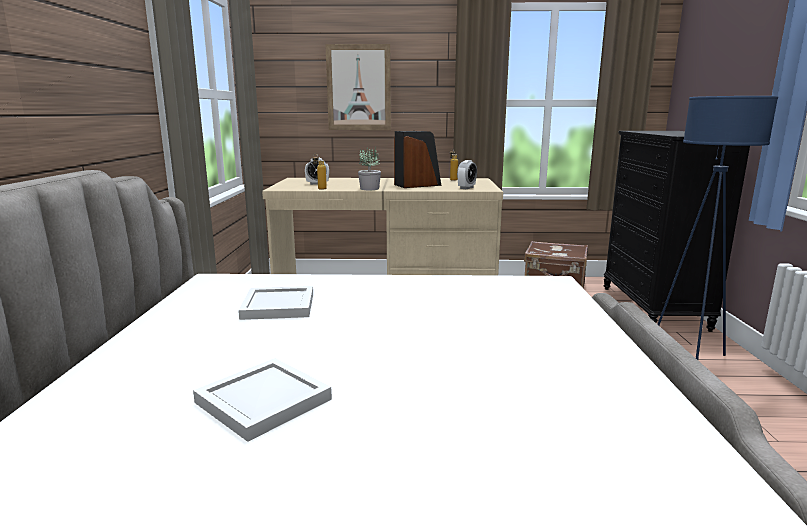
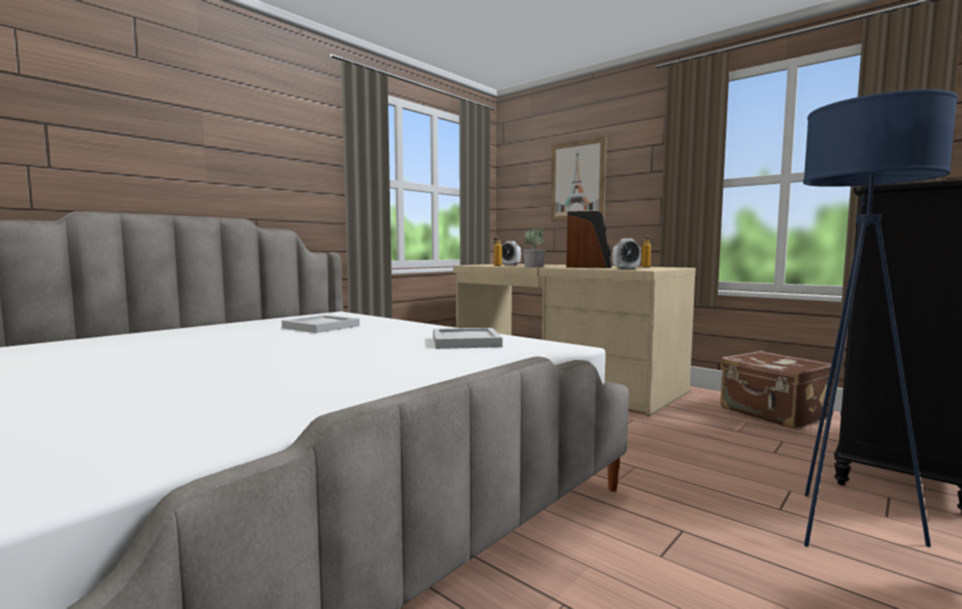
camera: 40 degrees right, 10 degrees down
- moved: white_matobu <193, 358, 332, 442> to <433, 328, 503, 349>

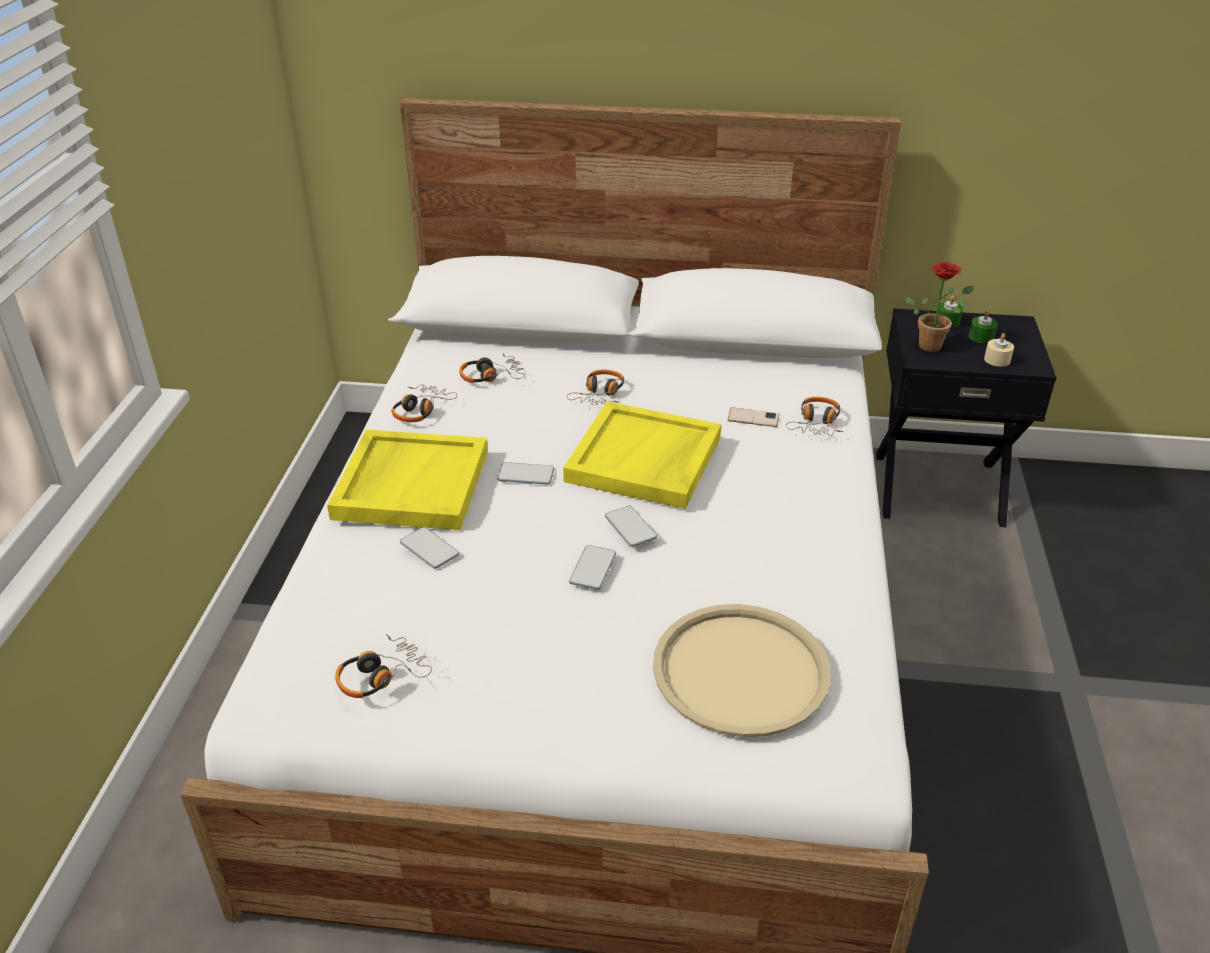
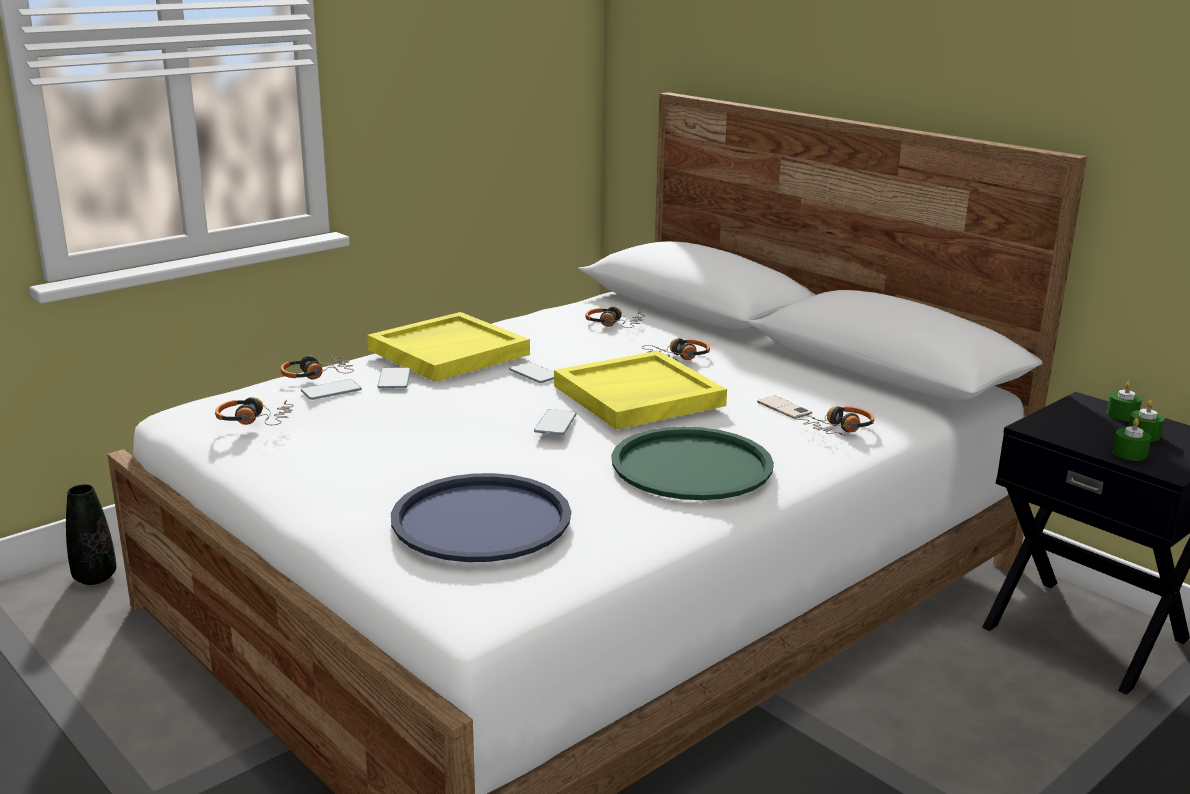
camera: 40 degrees right, 15 degrees down
- added: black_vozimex <66, 484, 116, 585>
- moved: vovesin <391, 385, 457, 422> to <280, 355, 354, 379>
- moved: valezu <569, 545, 616, 590> to <301, 379, 362, 400>
- recoloured: beige_matobu <653, 604, 831, 737> to blue_matobu <391, 473, 571, 562>
- added: green_matobu <611, 427, 774, 500>
- recoloured: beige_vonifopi <984, 333, 1014, 367> to green_vonifopi <1112, 418, 1151, 461>
- removed: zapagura <904, 262, 974, 352>

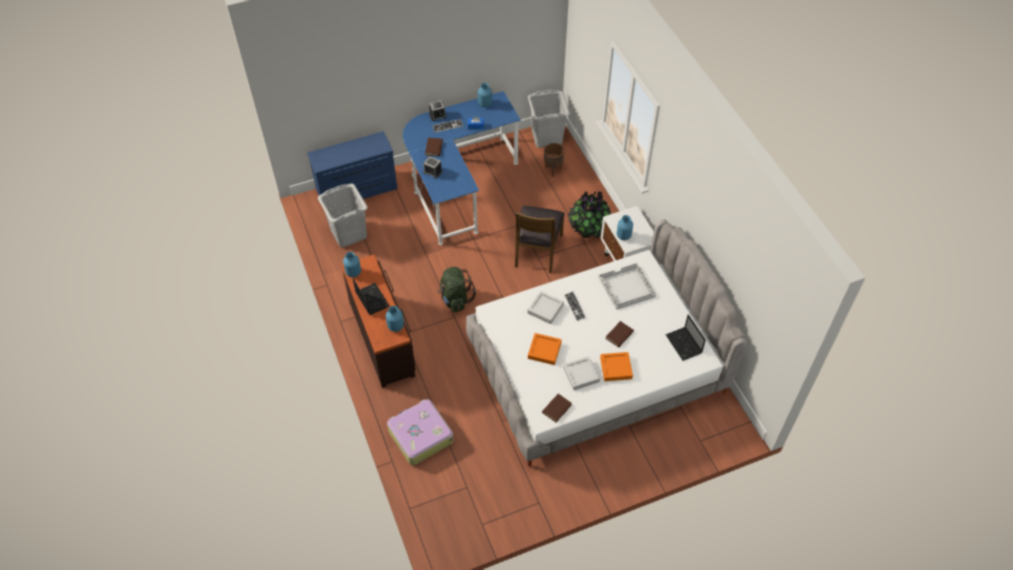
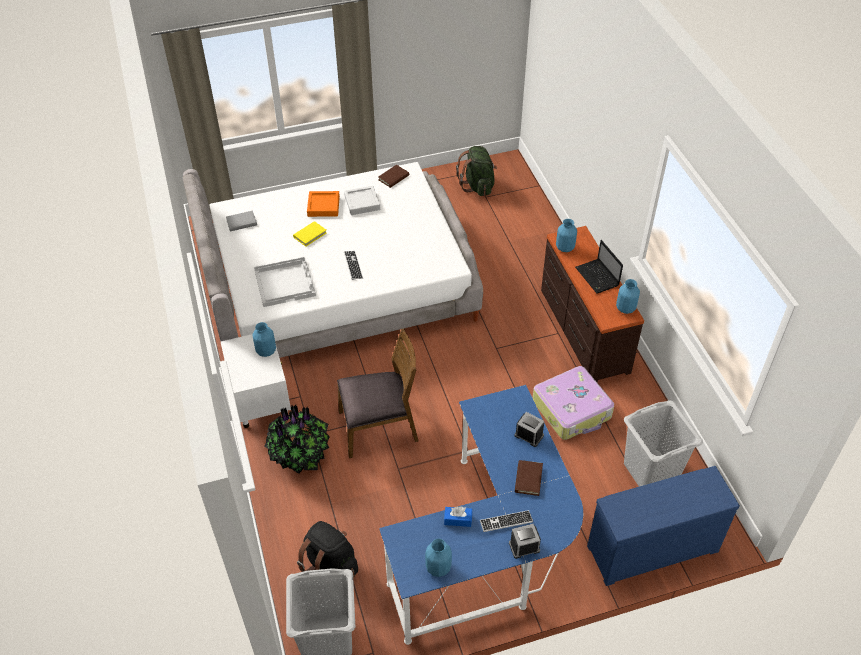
camera: 175 degrees left, 5 degrees down
- replaced: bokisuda <666, 314, 706, 361> to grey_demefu <226, 211, 257, 232>
- recoloured: brown_demefu <606, 321, 634, 347> to yellow_demefu <293, 221, 327, 247>
- replaced: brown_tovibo <544, 143, 565, 177> to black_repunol <297, 521, 358, 578>
- turned: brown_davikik <515, 206, 565, 273> = <337, 329, 419, 458> 60 degrees clockwise
- moved: green_repunol <438, 267, 476, 312> to <456, 146, 497, 196>
- moved: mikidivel <387, 399, 454, 465> to <533, 366, 614, 440>
- removed: grey_matobu <527, 291, 564, 324>
- removed: orange_matobu <528, 333, 562, 365>

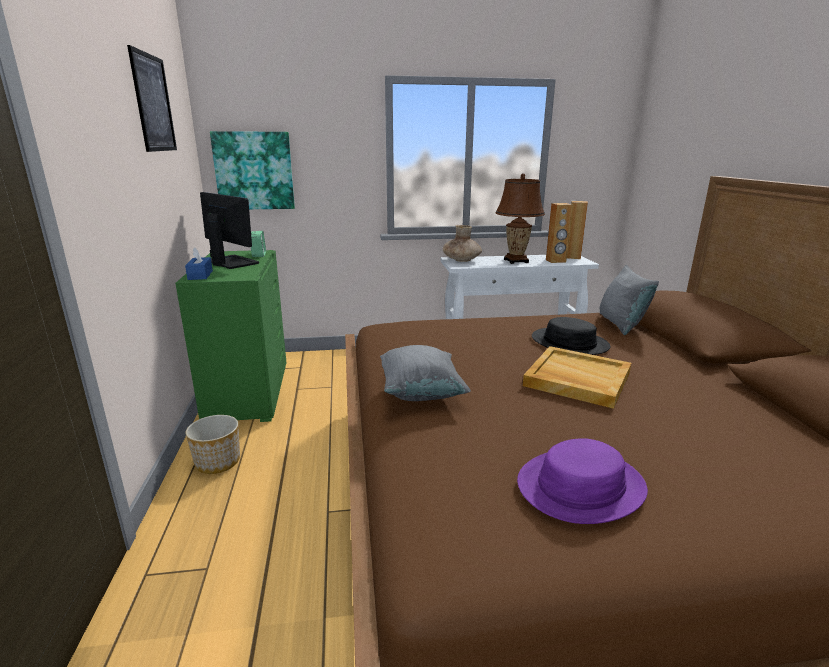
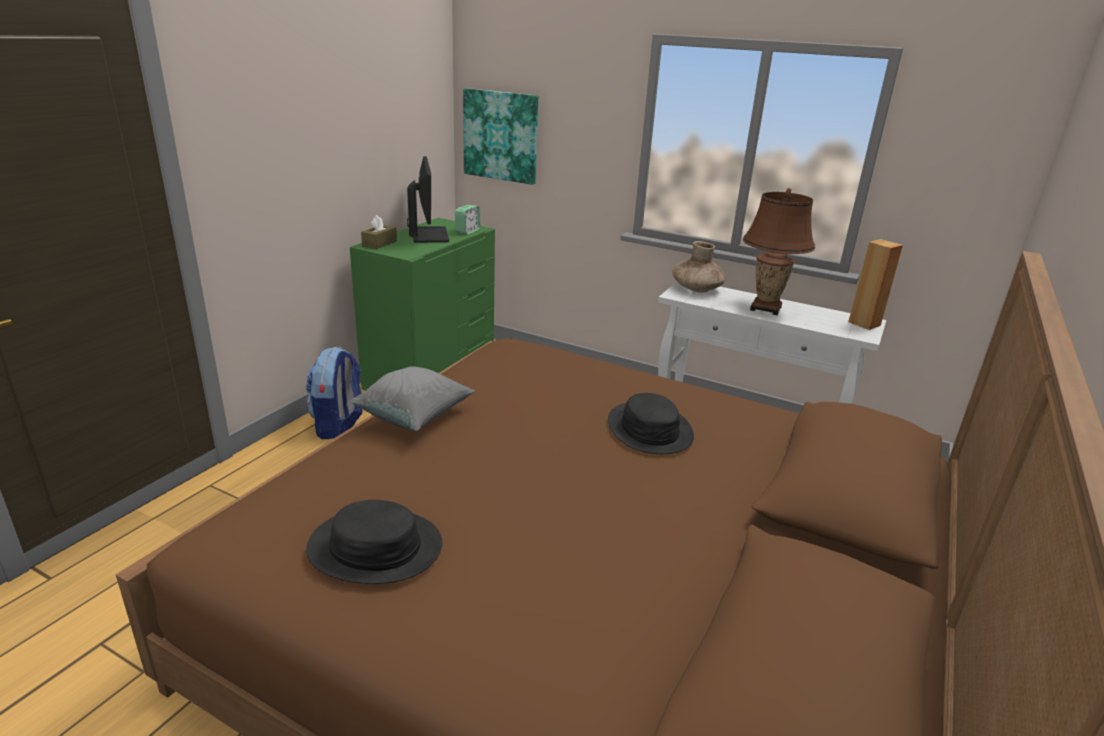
camera: 35 degrees right, 5 degrees up
- replaced: tovibo <186, 415, 240, 474> to repunol <306, 347, 363, 439>
- recoloured: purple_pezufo <517, 438, 648, 524> to black_pezufo <306, 500, 442, 584>
- recoloured: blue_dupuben <185, 247, 213, 280> to brown_dupuben <361, 215, 397, 249>
- removed: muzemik <127, 45, 177, 152>
- removed: beige_matobu <523, 346, 631, 409>
- removed: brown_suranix <546, 203, 573, 263>
- removed: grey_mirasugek <600, 265, 659, 335>

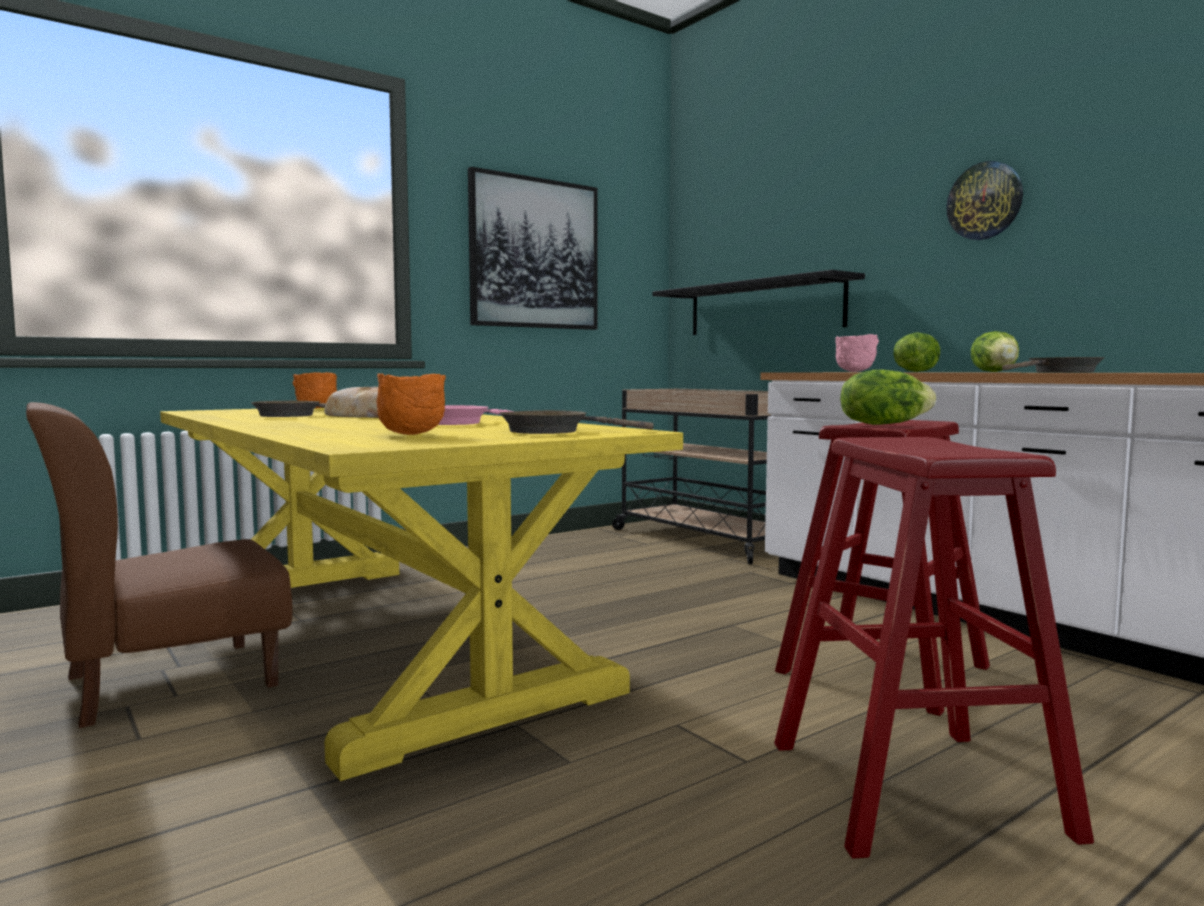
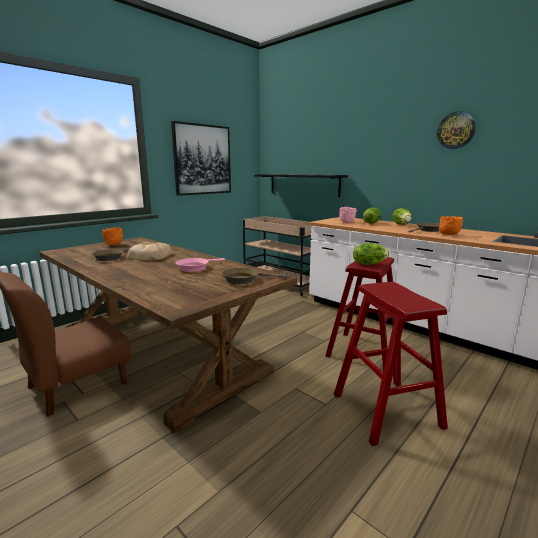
camera: 10 degrees left, 10 degrees up
- recoloured: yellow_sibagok <160, 407, 683, 781> to brown_sibagok <39, 237, 297, 433>
- moved: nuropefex <946, 161, 1023, 240> to <437, 111, 476, 149>
- moved: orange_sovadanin <377, 373, 446, 435> to <439, 216, 463, 235>

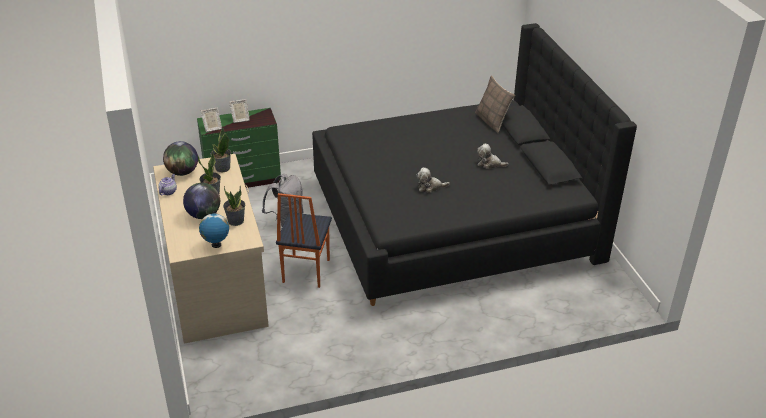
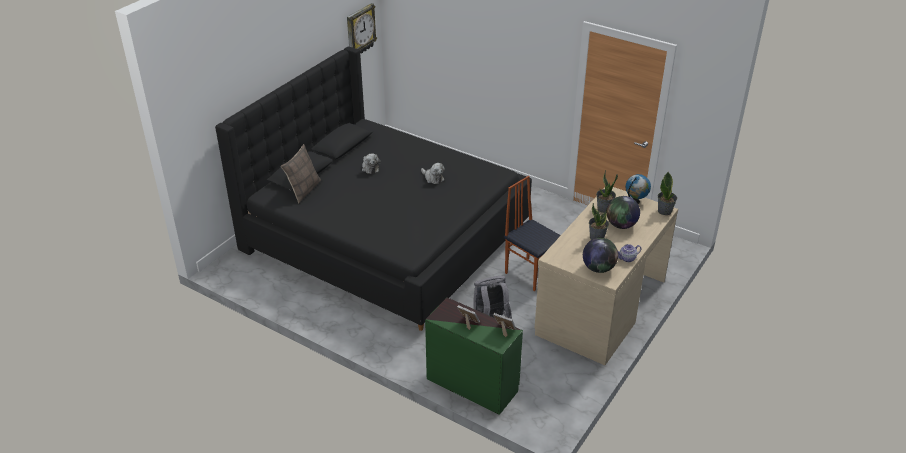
camera: 130 degrees left, 0 degrees up
- added: nuropefex <347, 3, 377, 53>
- turned: davikik <276, 193, 332, 288> = <504, 176, 561, 291> 105 degrees counterclockwise
- moved: zapagura <210, 128, 231, 172> to <658, 172, 677, 215>

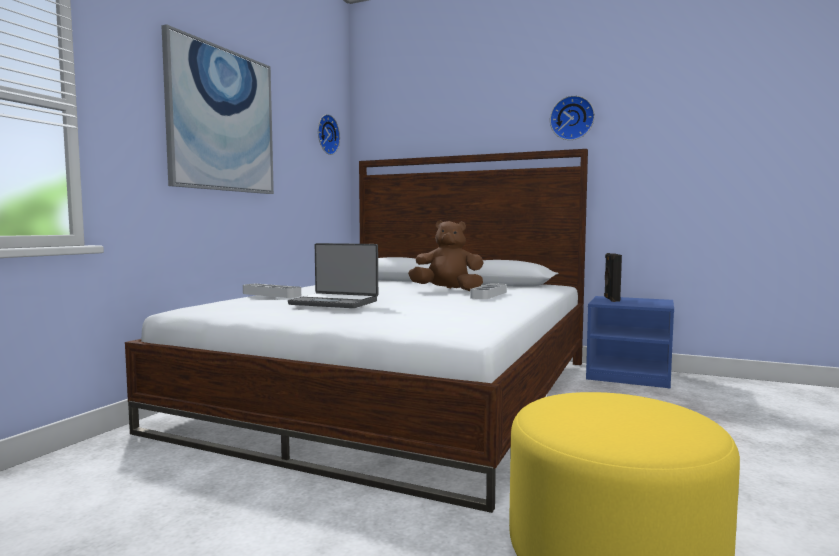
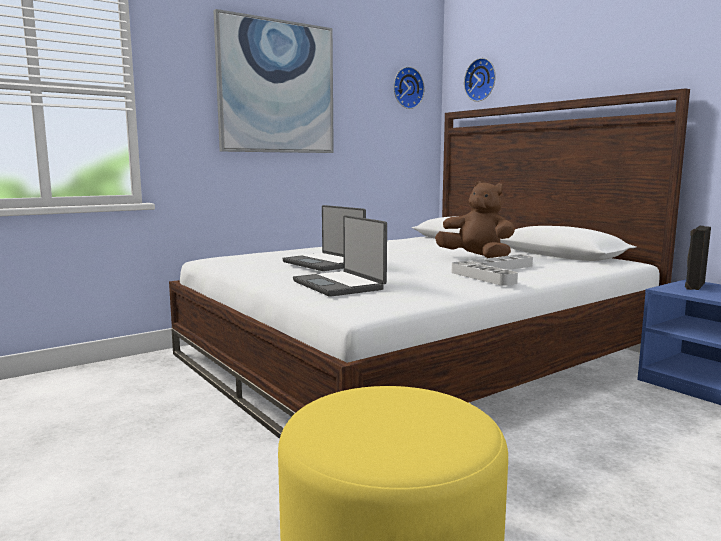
camera: 30 degrees right, 5 degrees up
- added: bokisuda <293, 215, 387, 297>
- moved: grey_matobu <243, 284, 301, 298> to <452, 261, 518, 286>
- moved: nuropefex <550, 95, 595, 140> to <464, 58, 496, 102>

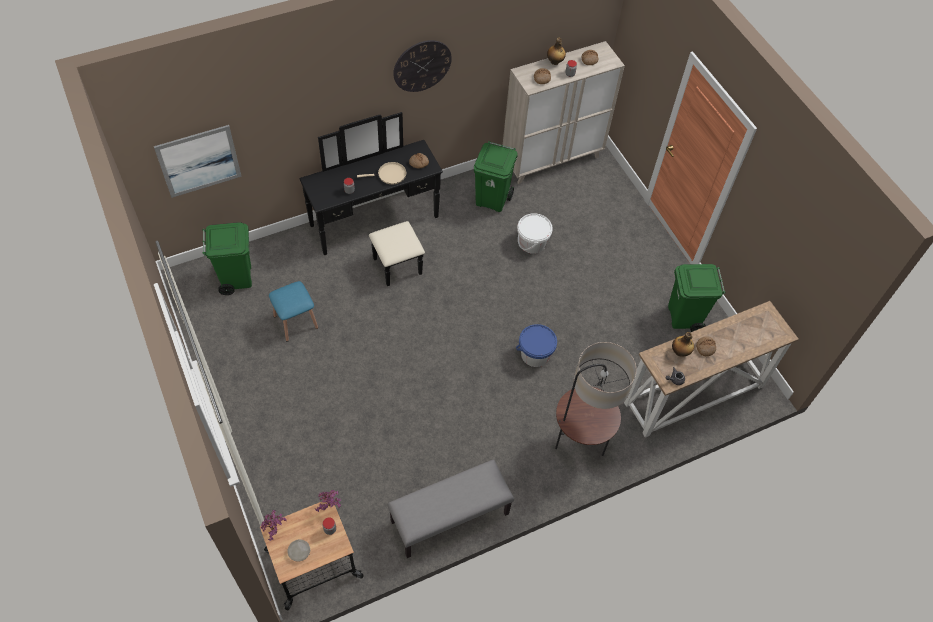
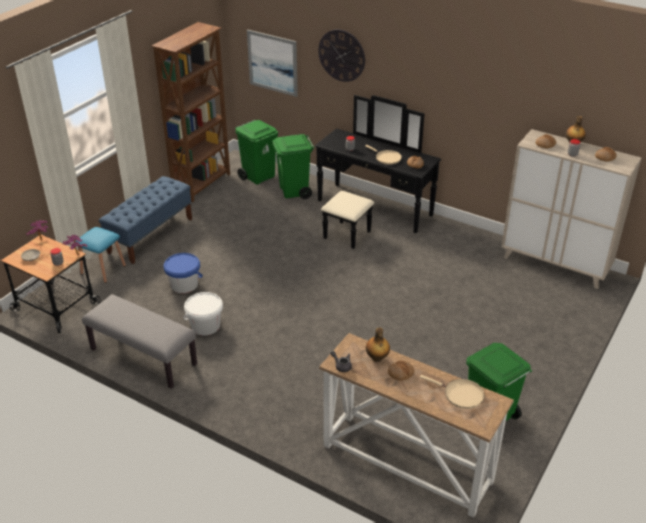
camera: 60 degrees right, 20 degrees down
- moved: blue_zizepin <269, 281, 318, 342> to <75, 227, 126, 283>
- added: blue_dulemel <99, 176, 192, 264>
- added: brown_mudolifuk <152, 22, 230, 202>
- moved: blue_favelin <516, 324, 557, 367> to <164, 253, 203, 293>
- moved: white_favelin <517, 213, 553, 254> to <183, 292, 223, 336>
- moved: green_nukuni <474, 141, 518, 212> to <272, 134, 314, 199>
- moved: nuropefex <393, 40, 452, 92> to <318, 29, 365, 82>
- added: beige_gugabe <420, 375, 485, 409>
- removed: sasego <555, 342, 637, 456>

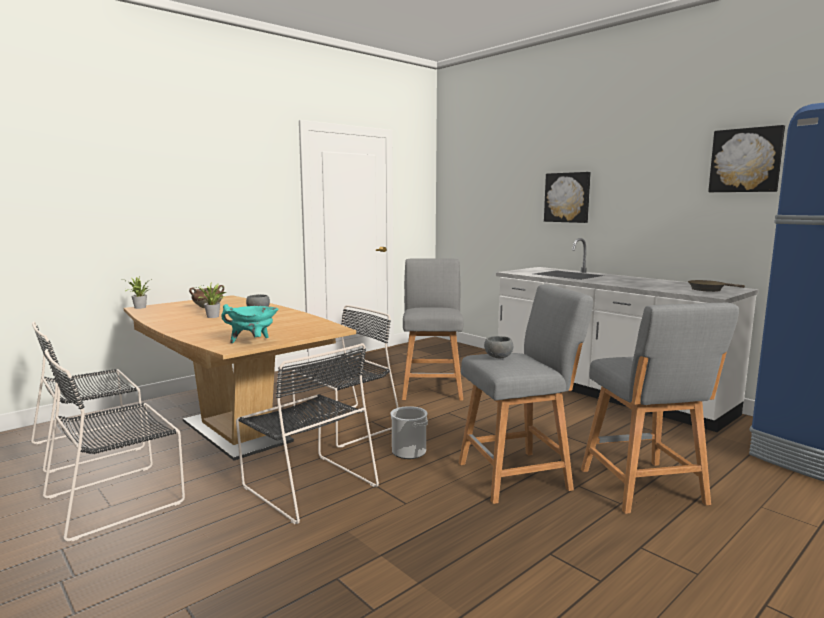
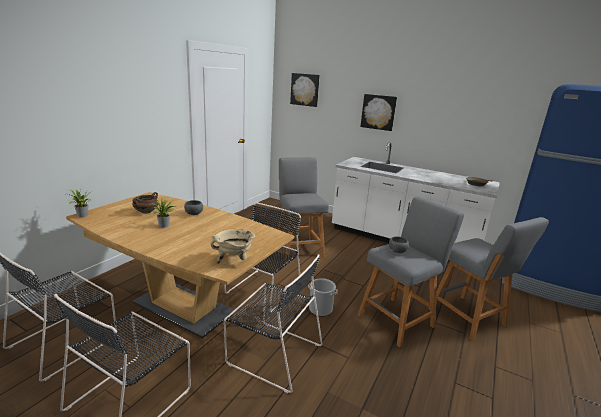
camera: 20 degrees left, 10 degrees up
- recoloured: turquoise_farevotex <221, 304, 278, 343> to beige_farevotex <210, 229, 255, 264>
- moved: muzemik <708, 125, 785, 192> to <290, 73, 320, 107>

